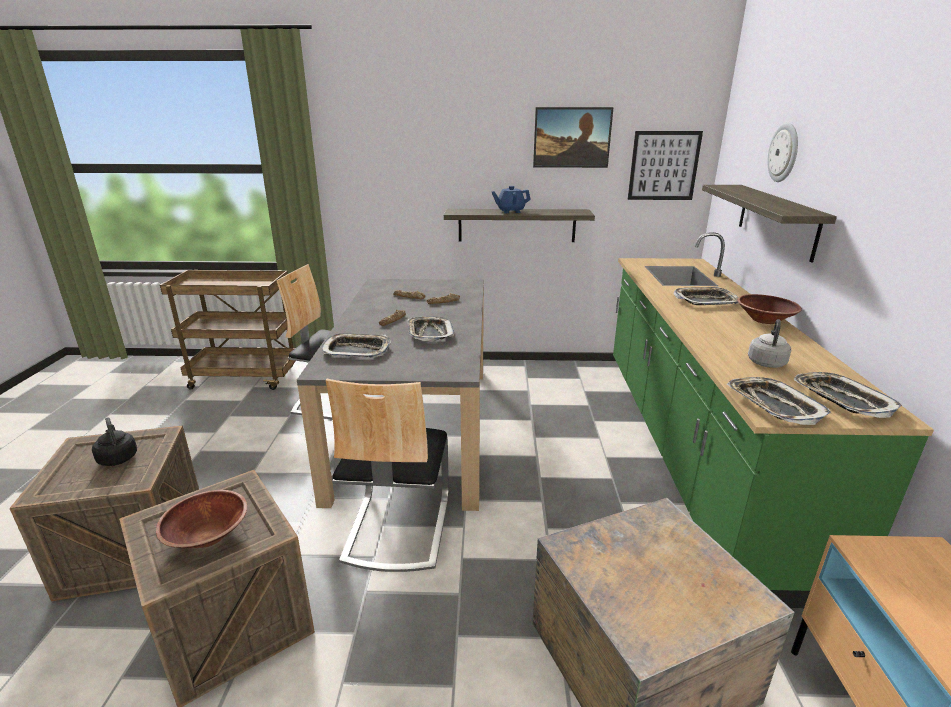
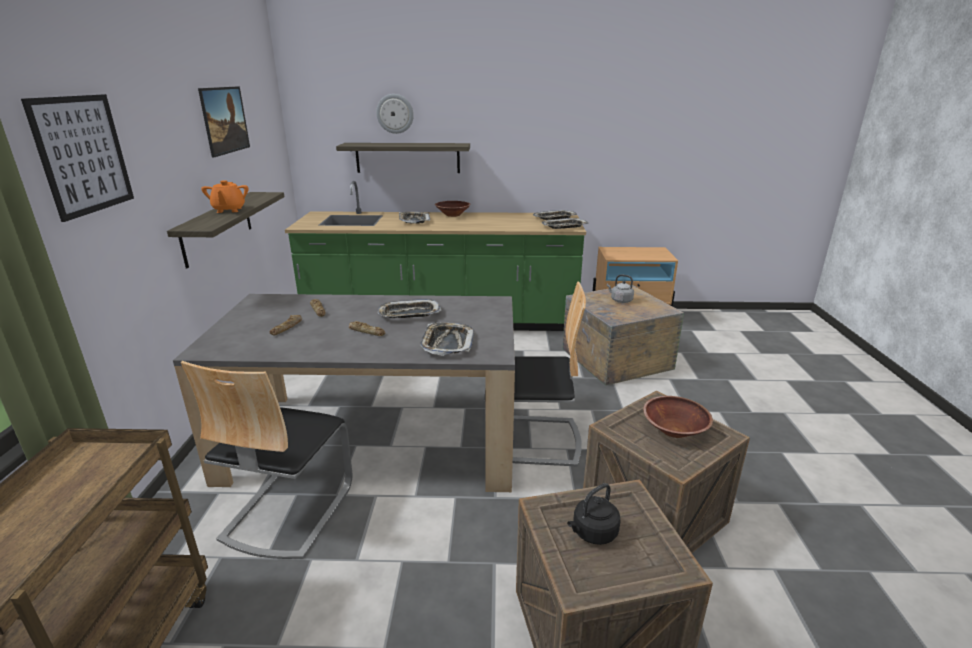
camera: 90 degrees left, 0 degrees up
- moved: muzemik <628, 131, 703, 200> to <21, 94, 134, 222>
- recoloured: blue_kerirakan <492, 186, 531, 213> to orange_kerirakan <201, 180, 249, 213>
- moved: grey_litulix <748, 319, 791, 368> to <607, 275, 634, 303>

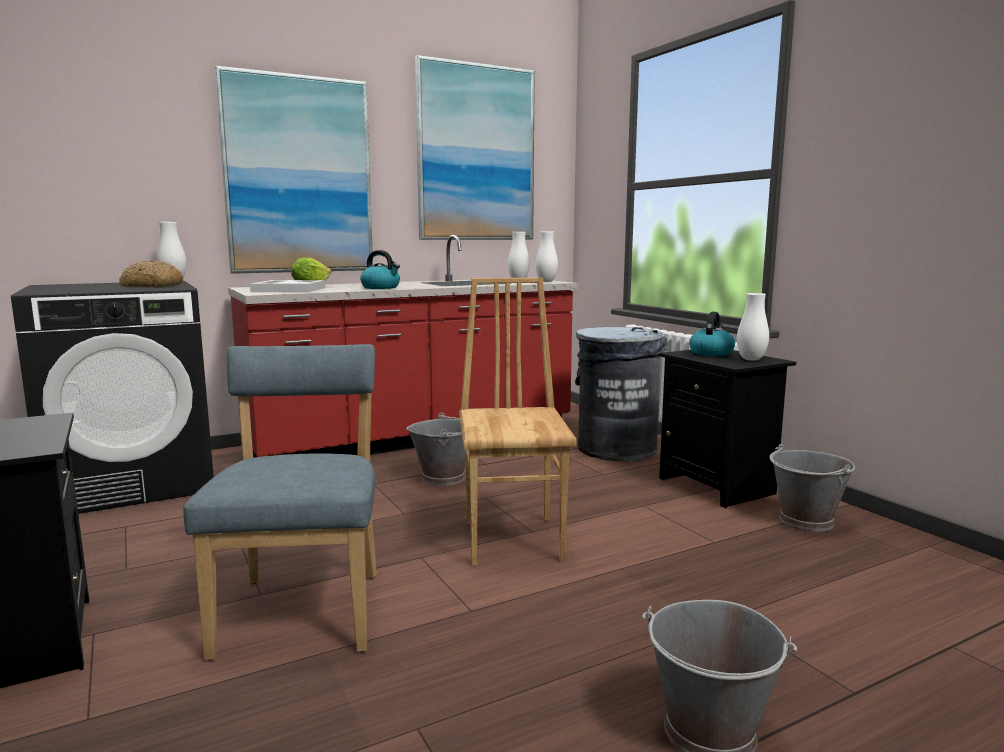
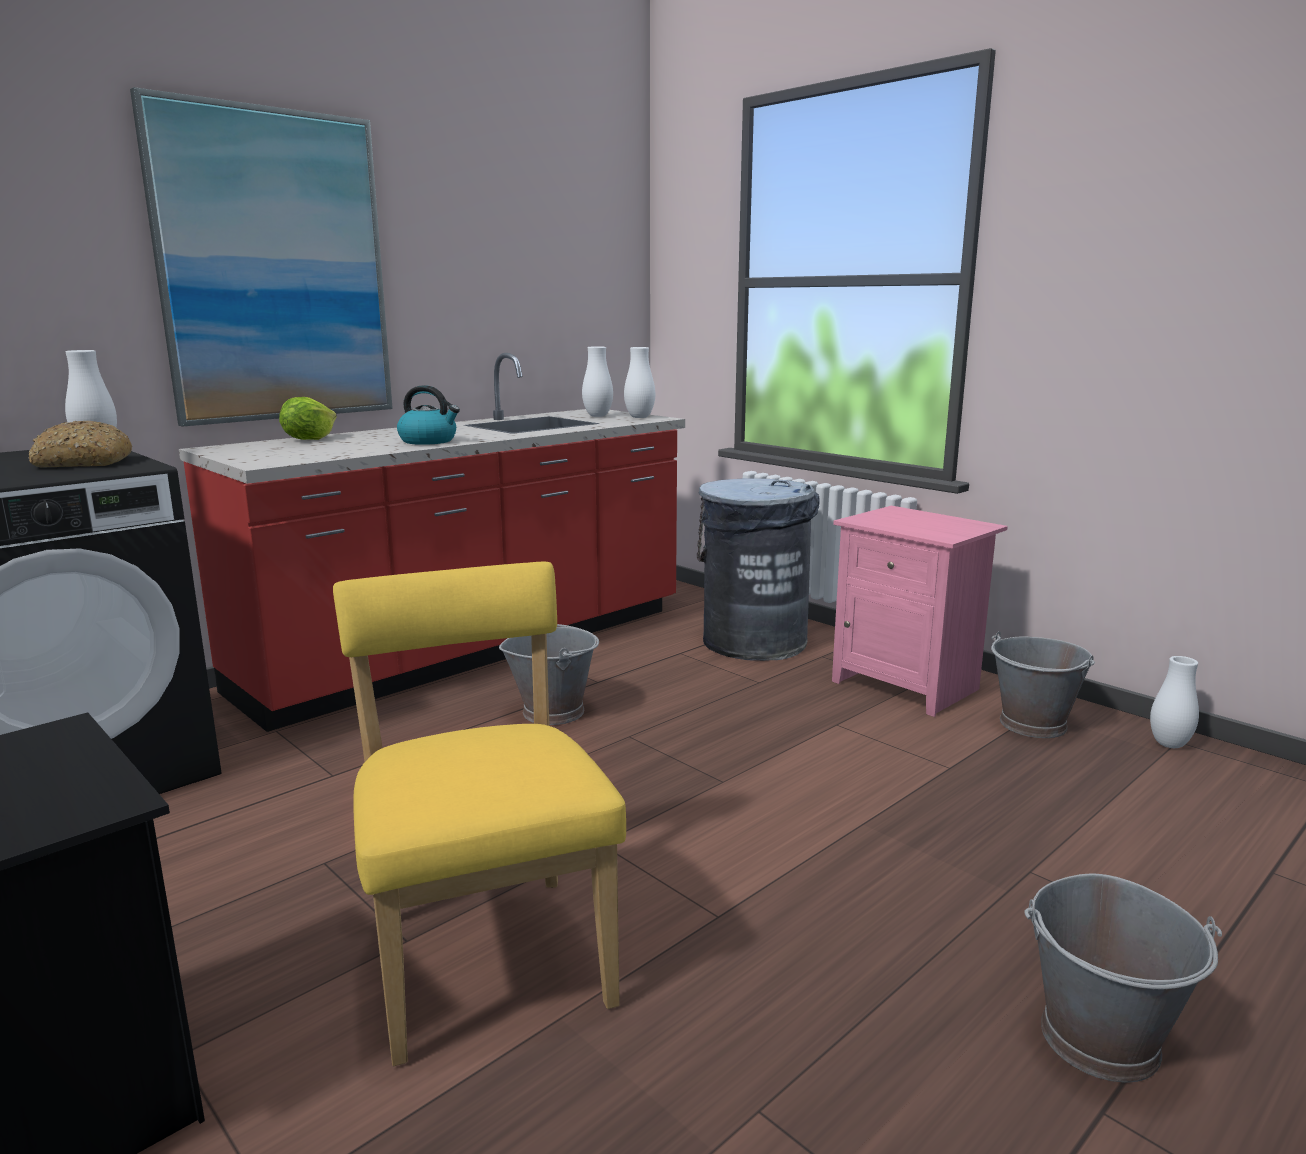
camera: 15 degrees left, 5 degrees up
- recoloured: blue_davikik <183, 344, 377, 660> to yellow_davikik <333, 562, 626, 1066>
- recoloured: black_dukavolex <659, 350, 796, 508> to pink_dukavolex <832, 506, 1008, 717>
- moved: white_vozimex <737, 293, 769, 361> to <1150, 656, 1199, 748>
- removed: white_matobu <250, 280, 325, 292>
- removed: muzemik <415, 55, 535, 240>
- removed: brown_davikik <459, 278, 577, 565>
- removed: litulix <689, 312, 735, 356>

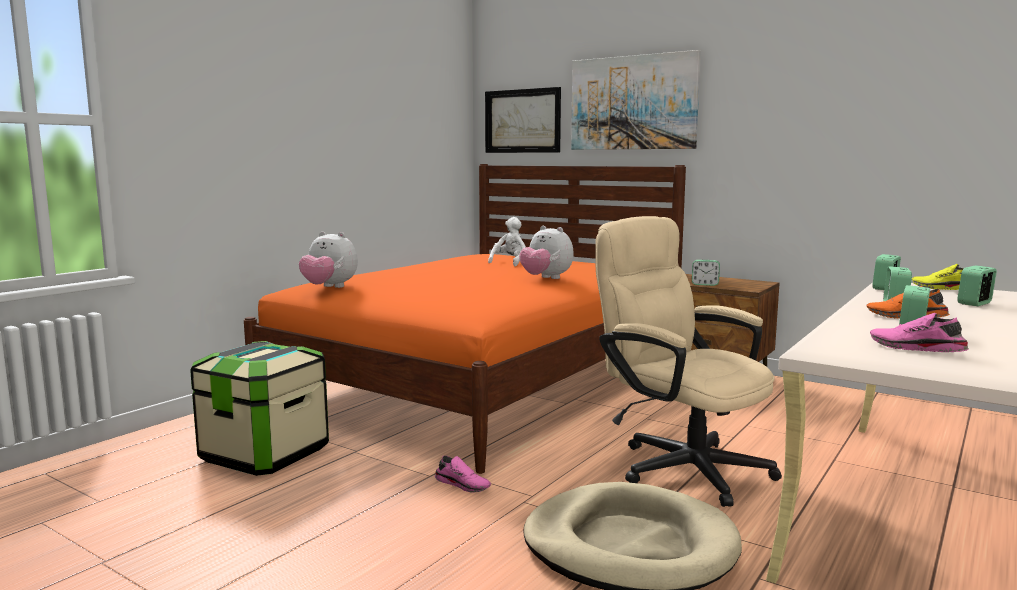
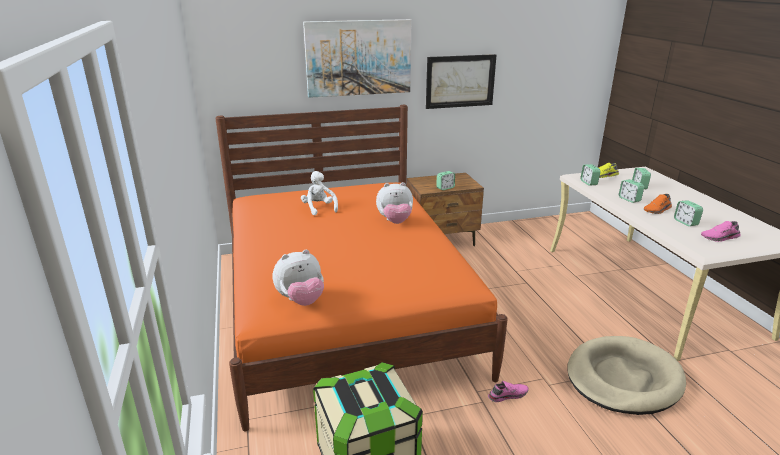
camera: 50 degrees left, 15 degrees up
- moved: muzemik <485, 87, 561, 153> to <426, 54, 496, 109>
- removed: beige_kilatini <595, 216, 782, 507>

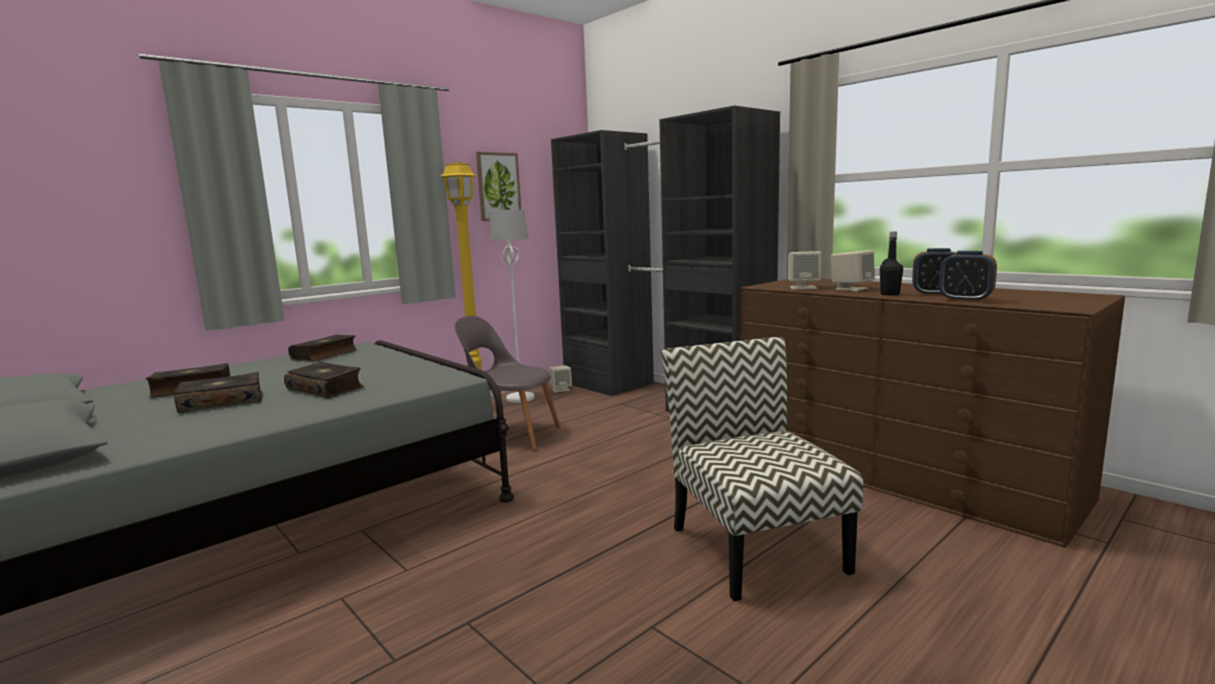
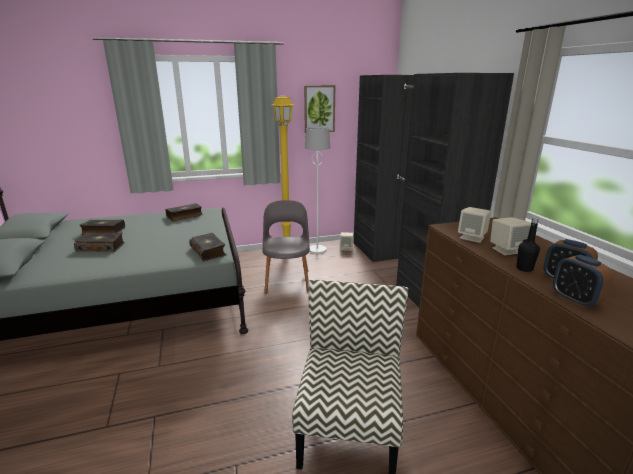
camera: 25 degrees right, 10 degrees up
- moved: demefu <284, 362, 364, 398> to <189, 233, 227, 261>
- turned: grey_davikik <454, 316, 560, 451> = <263, 200, 310, 294> 45 degrees clockwise

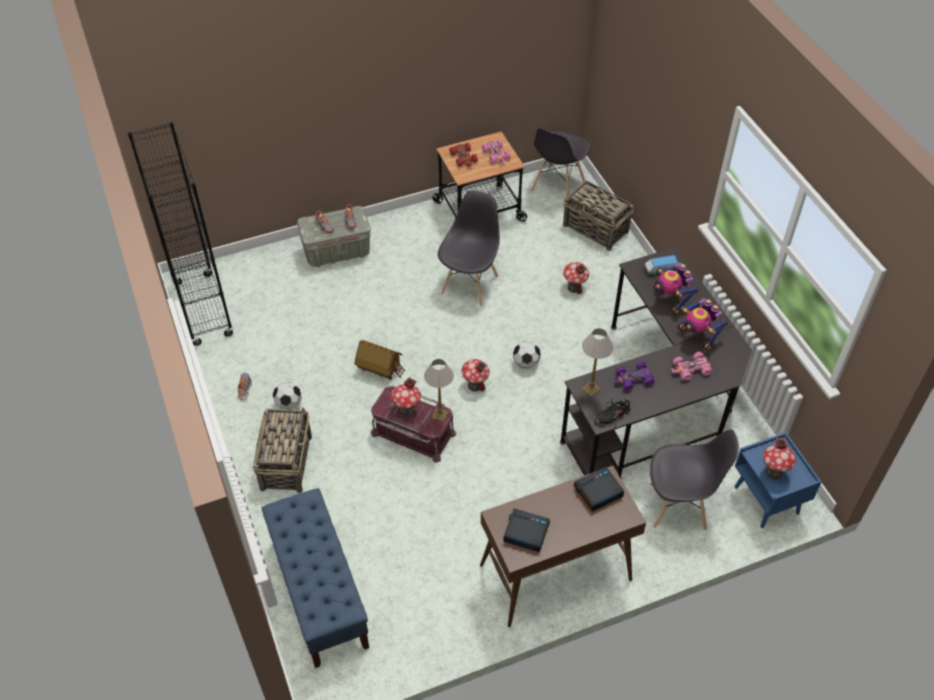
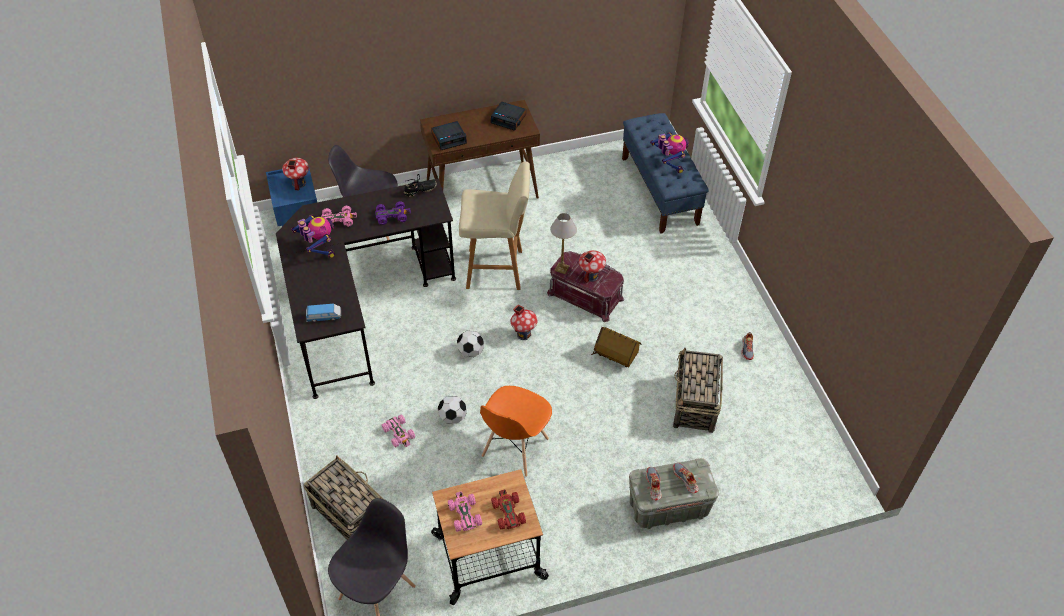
camera: 175 degrees left, 0 degrees up
- replaced: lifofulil <563, 262, 589, 294> to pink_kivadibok <382, 415, 415, 448>
- moved: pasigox <273, 383, 302, 410> to <438, 396, 467, 424>
- added: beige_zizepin <459, 161, 530, 290>
- recoloured: grey_davikik <438, 191, 500, 306> to orange_davikik <480, 386, 552, 477>
- moved: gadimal <653, 263, 700, 314> to <650, 132, 689, 173>
- moved: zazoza <253, 407, 312, 493> to <673, 348, 723, 433>
- removed: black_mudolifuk <128, 122, 233, 346>
- removed: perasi <582, 328, 613, 397>

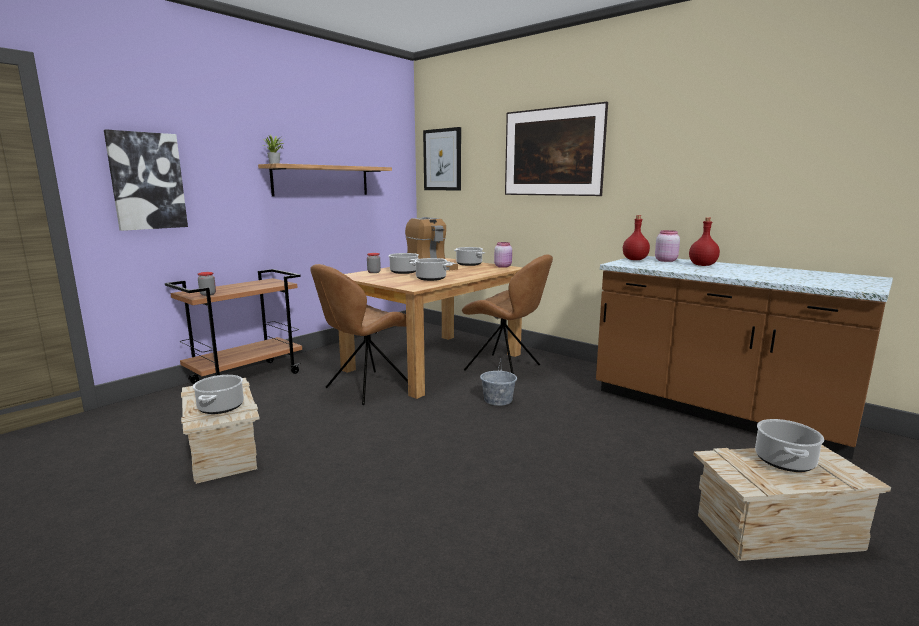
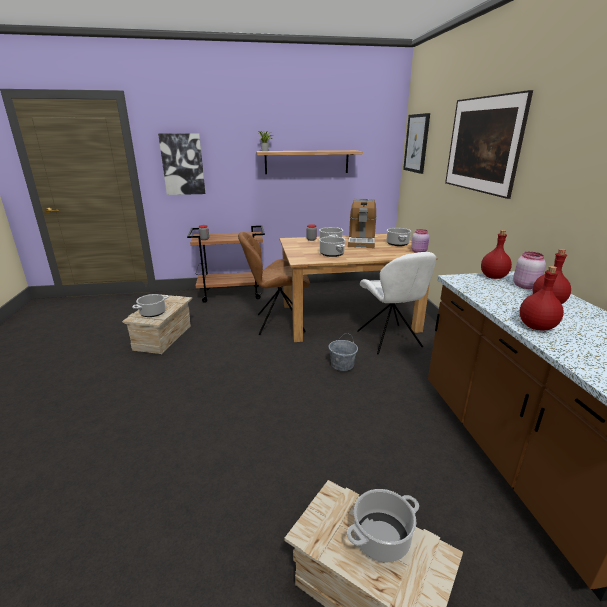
camera: 40 degrees right, 10 degrees up
- recoloured: brown_davikik <462, 254, 553, 374> to white_davikik <357, 252, 437, 354>
- added: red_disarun <520, 266, 564, 331>

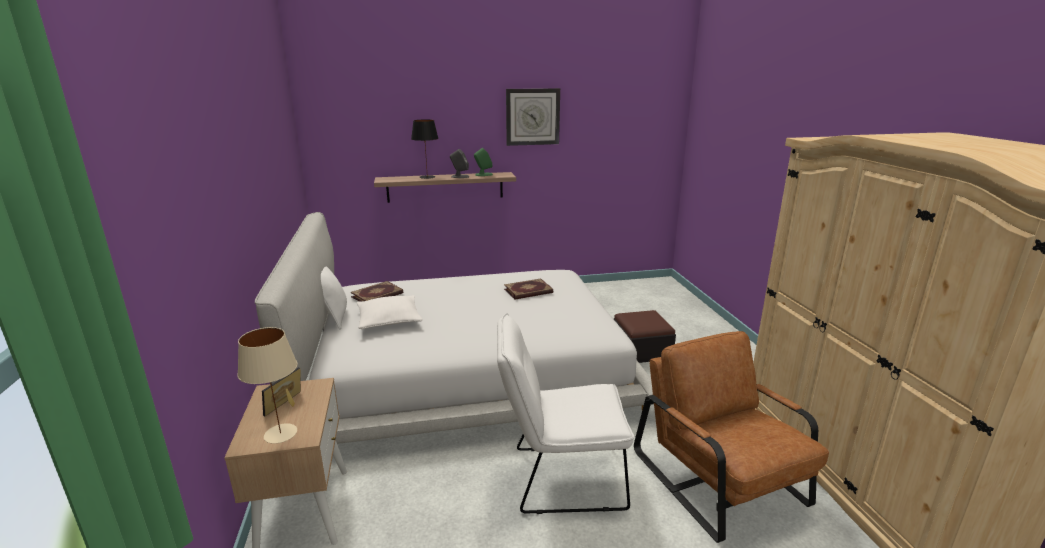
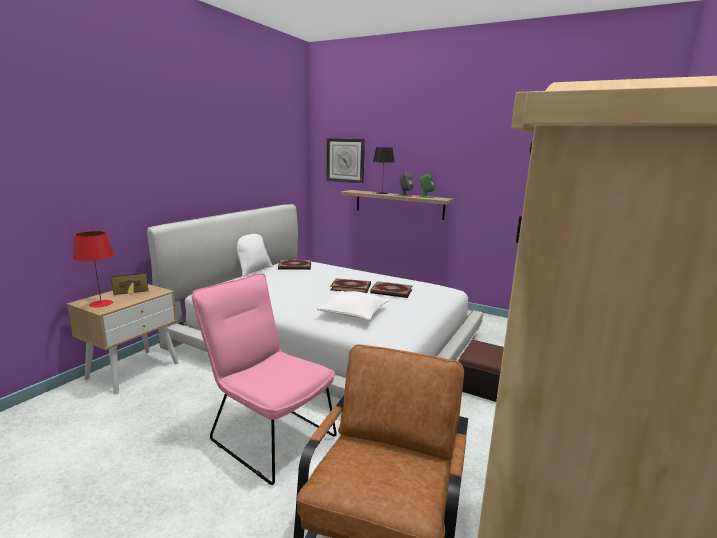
camera: 40 degrees right, 5 degrees down
- recoloured: beige_perasi <237, 327, 298, 444> to red_perasi <73, 231, 114, 307>
- recoloured: white_davikik <497, 313, 635, 514> to pink_davikik <192, 273, 337, 485>
- moved: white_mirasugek <356, 295, 423, 329> to <317, 291, 390, 320>
- moved: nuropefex <506, 88, 560, 146> to <327, 138, 365, 184>
- added: demefu <330, 278, 371, 293>

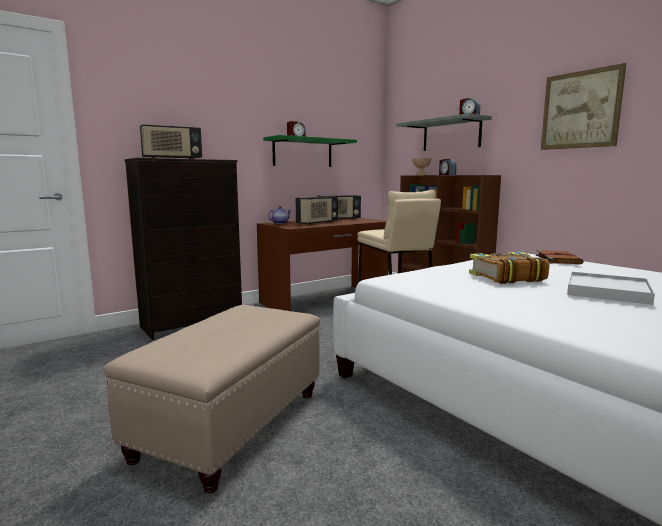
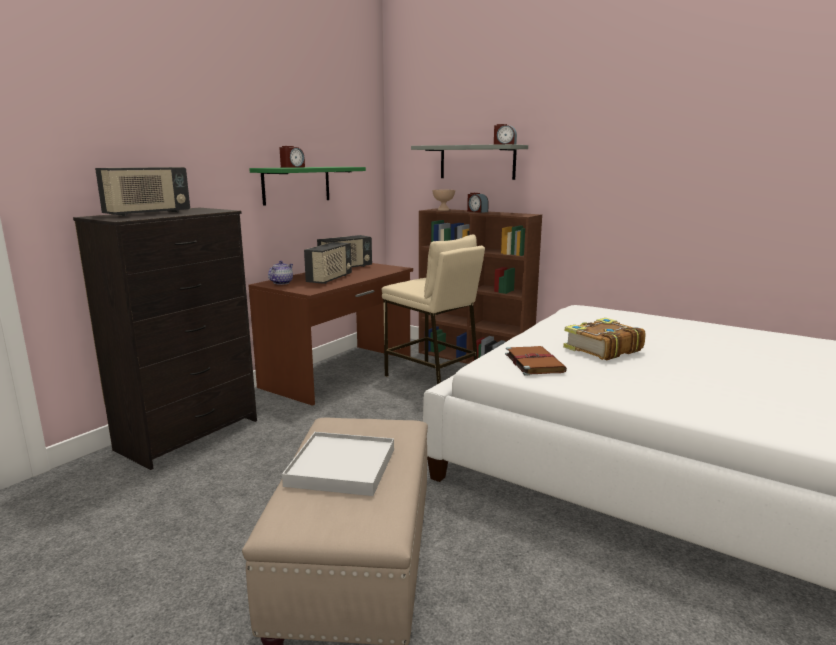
camera: 20 degrees left, 5 degrees up
- moved: white_matobu <567, 272, 655, 305> to <282, 432, 394, 496>
- moved: brown_demefu <536, 250, 584, 264> to <505, 346, 567, 376>
- removed: muzemik <541, 63, 626, 150>

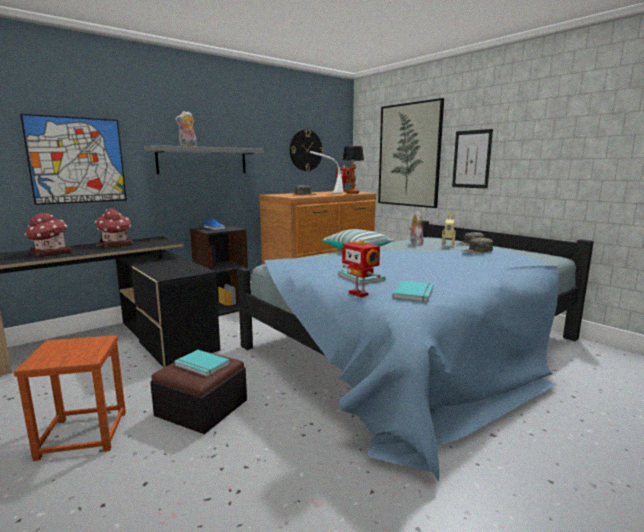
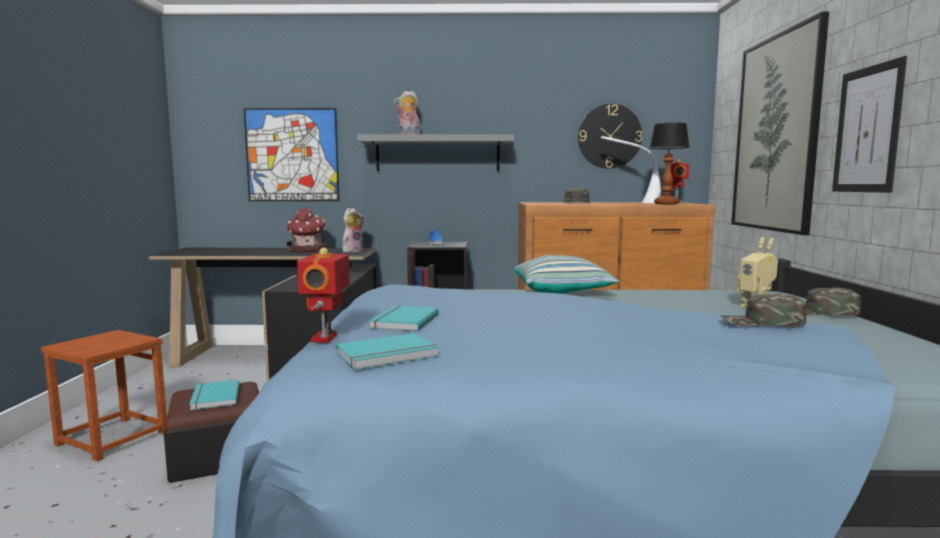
camera: 40 degrees right, 5 degrees down
- moved: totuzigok <409, 211, 424, 245> to <342, 208, 364, 252>
- removed: lifofulil <25, 213, 72, 257>

